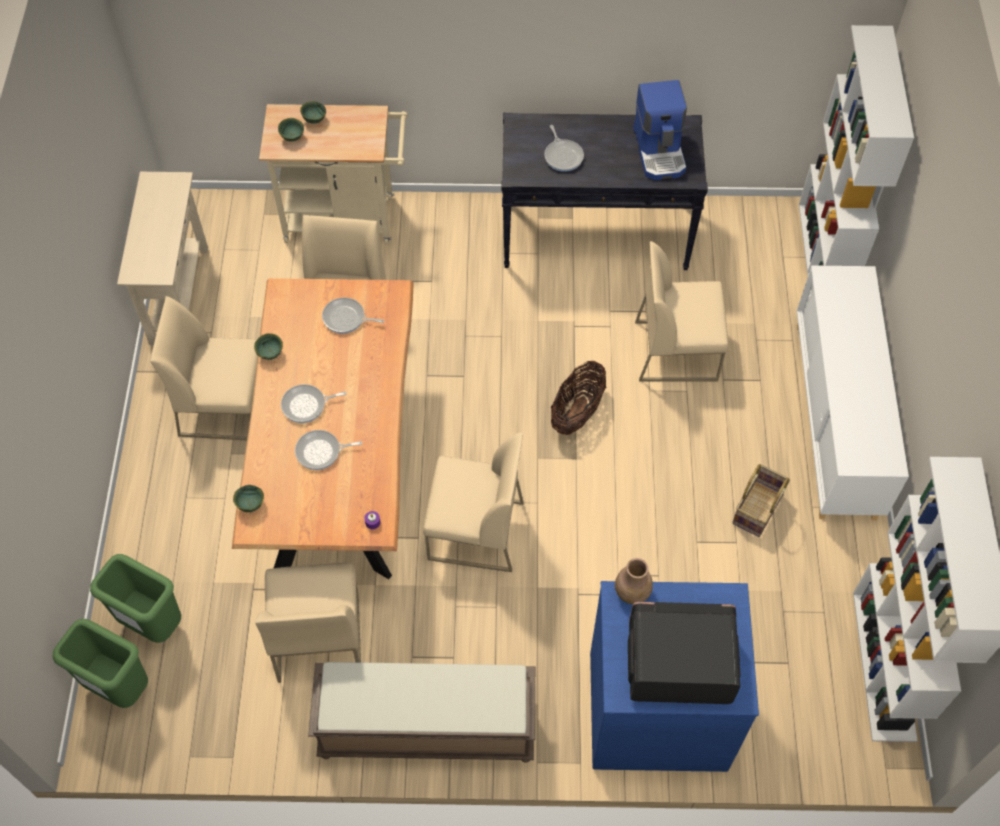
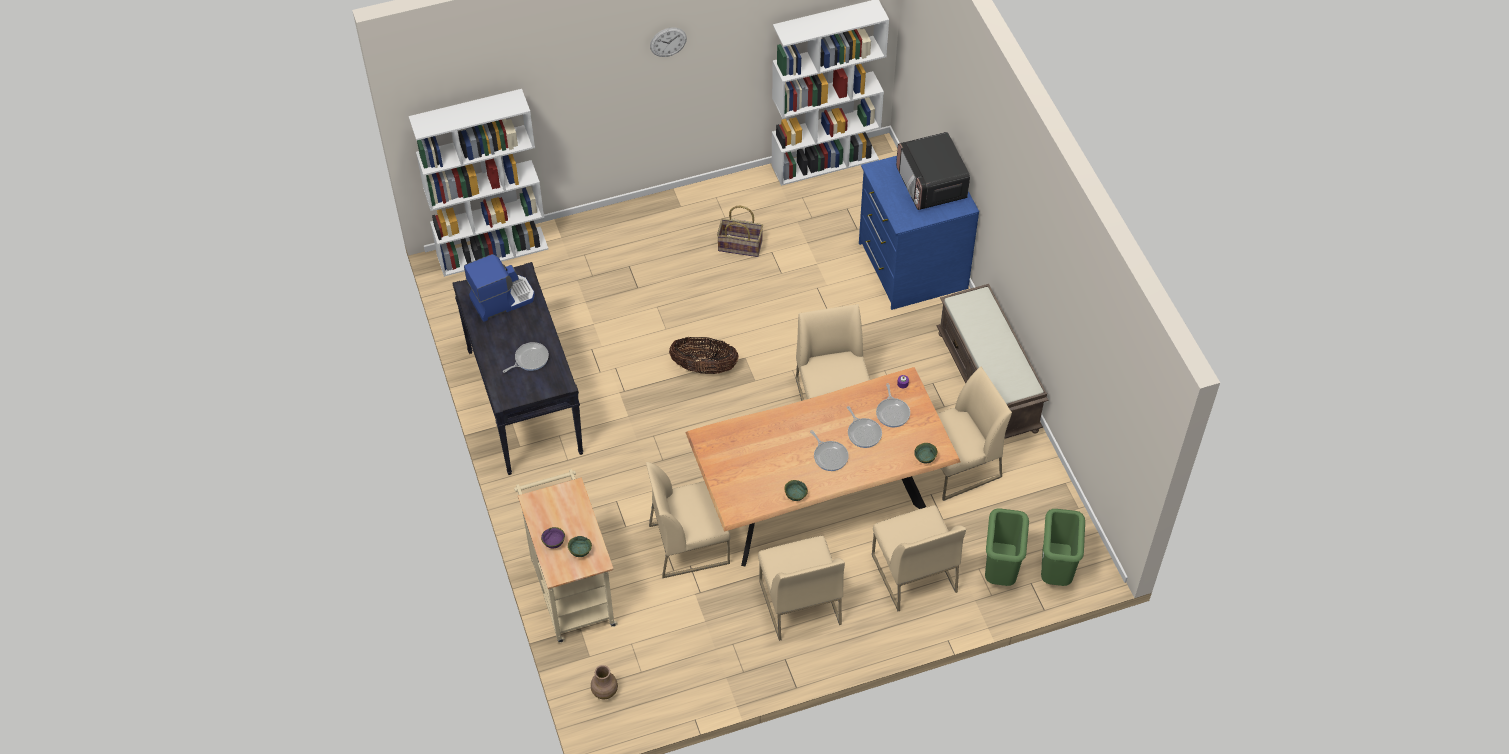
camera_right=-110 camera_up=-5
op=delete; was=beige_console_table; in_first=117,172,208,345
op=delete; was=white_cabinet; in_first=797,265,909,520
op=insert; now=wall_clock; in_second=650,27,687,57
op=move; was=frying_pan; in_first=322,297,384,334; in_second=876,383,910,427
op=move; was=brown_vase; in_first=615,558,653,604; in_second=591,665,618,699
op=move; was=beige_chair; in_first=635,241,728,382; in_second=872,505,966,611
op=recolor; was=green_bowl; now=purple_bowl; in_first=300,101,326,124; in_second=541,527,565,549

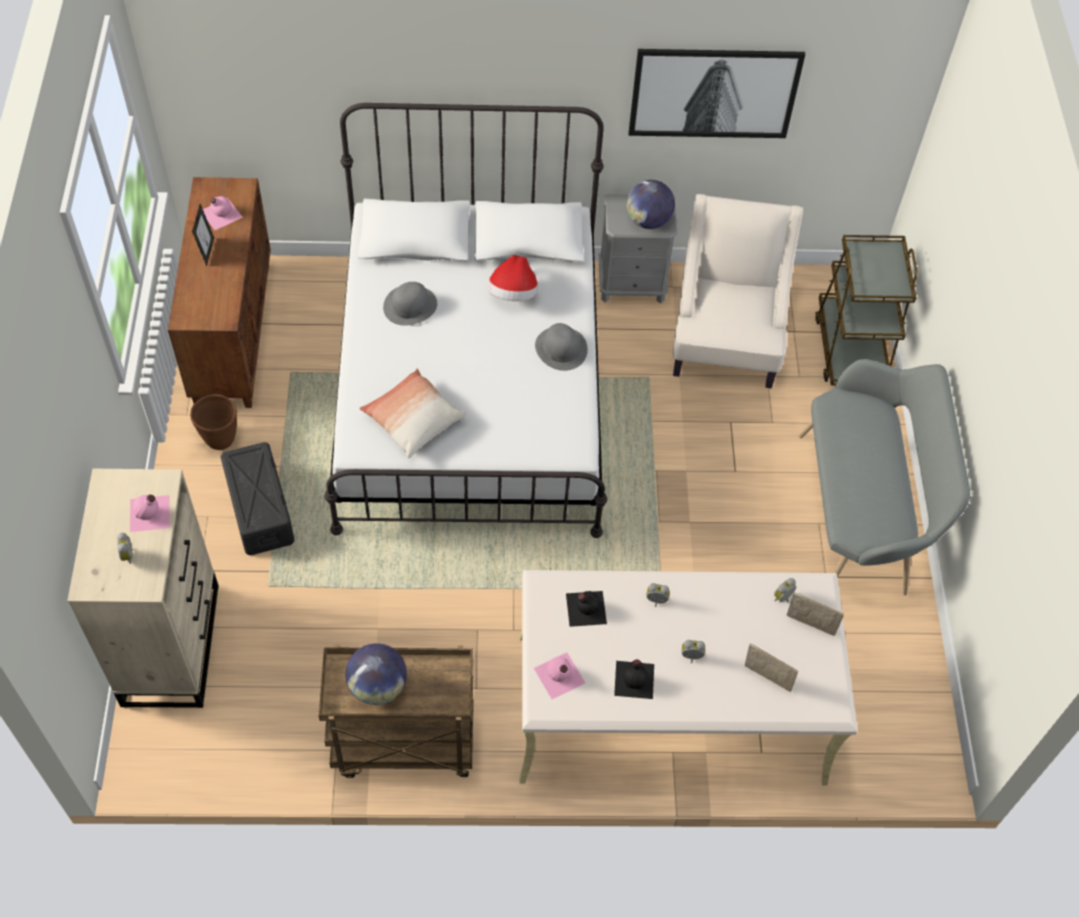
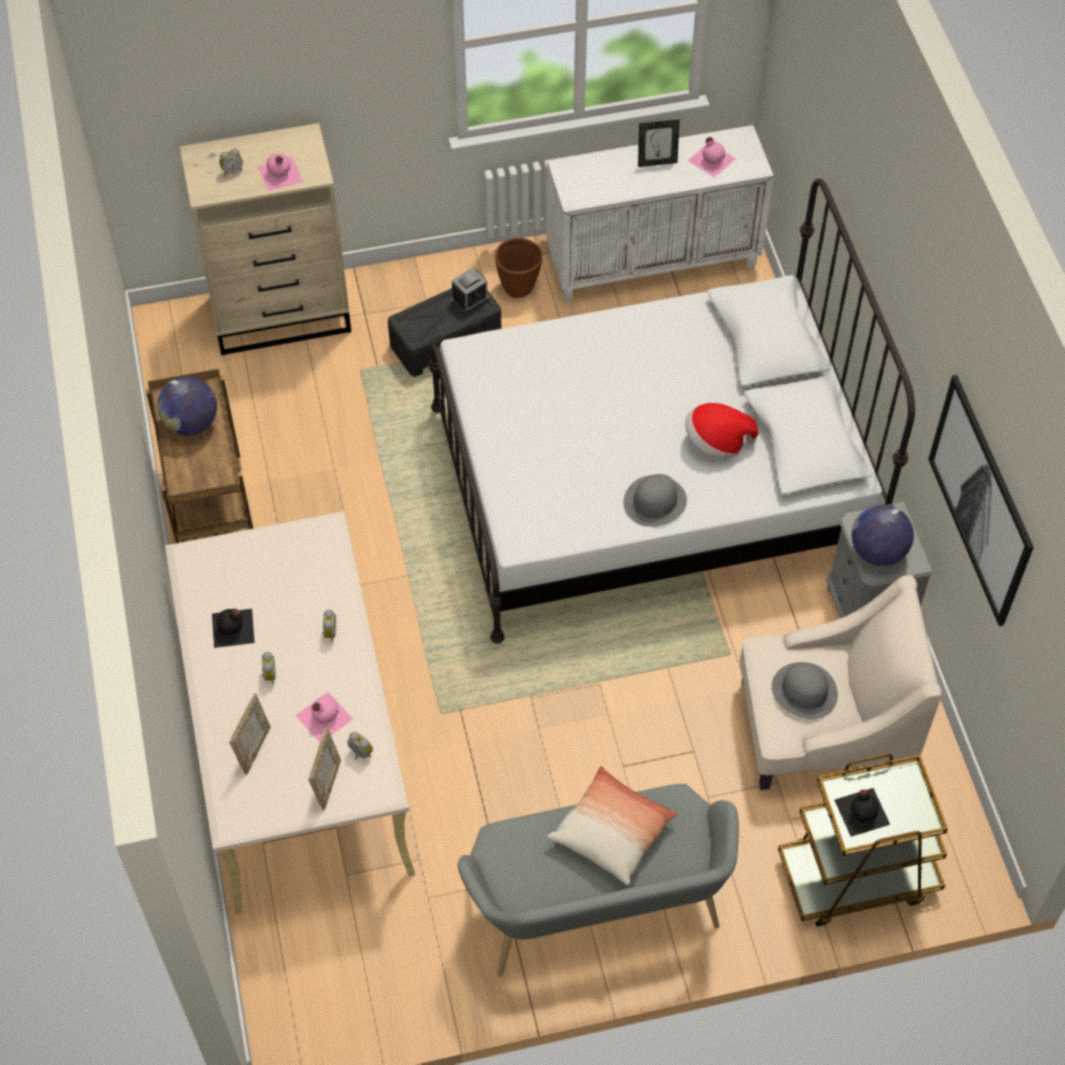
camera_right=80 camera_up=0
op=insert; now=alarm_clock; in_second=451,267,489,314
op=move; was=pillow; in_first=359,369,466,458; in_second=547,766,678,885
op=move; was=grey_hat; in_first=383,282,437,326; in_second=772,662,838,719
op=move; was=pink_bottle; in_first=534,652,585,699; in_second=295,692,353,742
op=move; was=black_bottle; in_first=566,591,607,627; in_second=834,788,890,837
op=recolor; was=brown_cabinet; now=white_cabinet; in_first=168,177,271,408; in_second=546,125,774,302

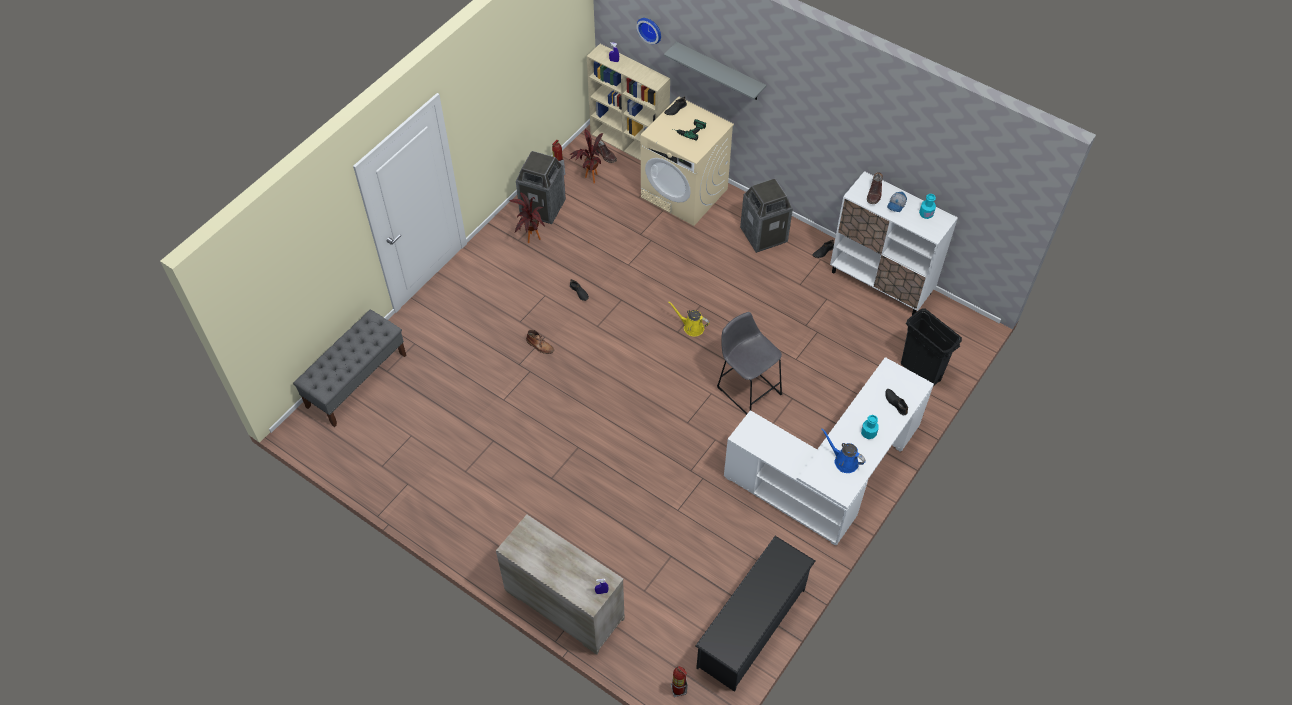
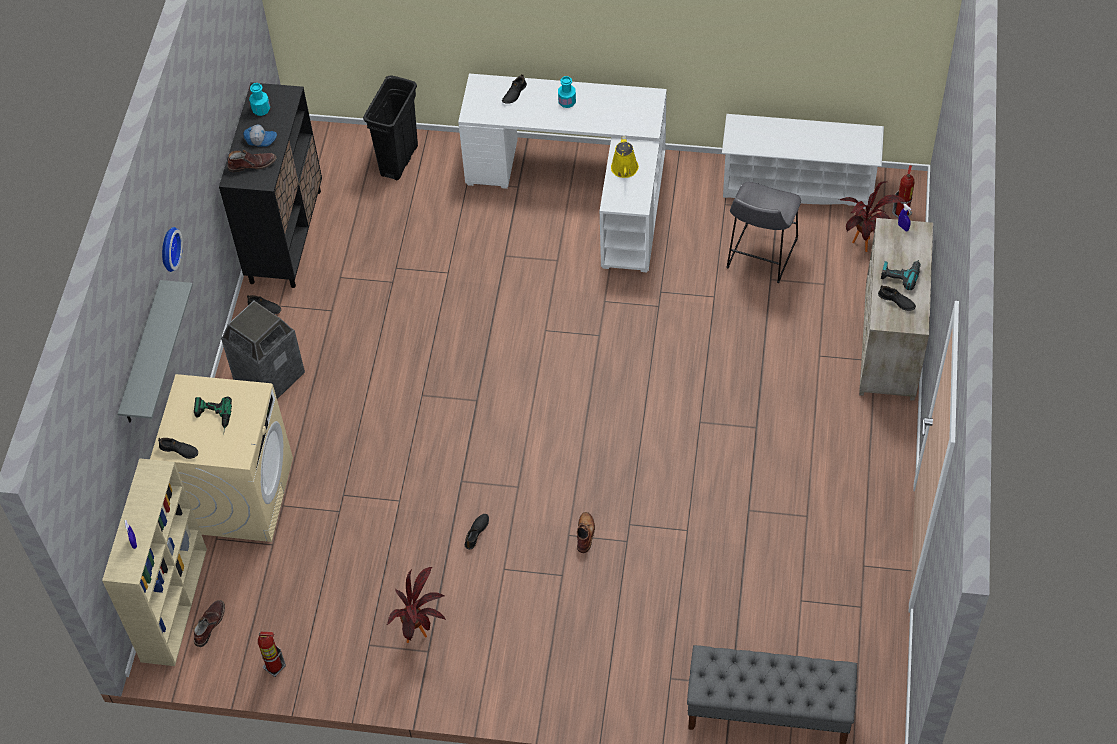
camera_right=-115 camera_up=0
op=delete; was=trash_can; in_first=516,151,566,224
op=delete; was=blue_watering_can; in_first=821,428,866,473
op=insert; now=black_shoe; in_second=878,285,916,311
op=insert; now=power_drill; in_second=881,260,921,290
op=move; was=potted_plant; in_first=569,129,603,184; in_second=839,181,906,252
op=move; was=wall_clock; in_first=636,18,661,44; in_second=162,227,183,272
op=move; was=yellow_watering_can; in_first=668,301,709,337; in_second=611,135,639,178
op=move; was=grey_stool; in_first=717,312,782,415; in_second=726,182,801,283
op=recolor; was=black_shoe_rack; now=white_shoe_rack; in_first=696,536,815,692; in_second=722,114,884,210
op=recolor; was=white_cabinet; now=black_cabinet; in_first=830,171,958,315; in_second=219,82,322,288

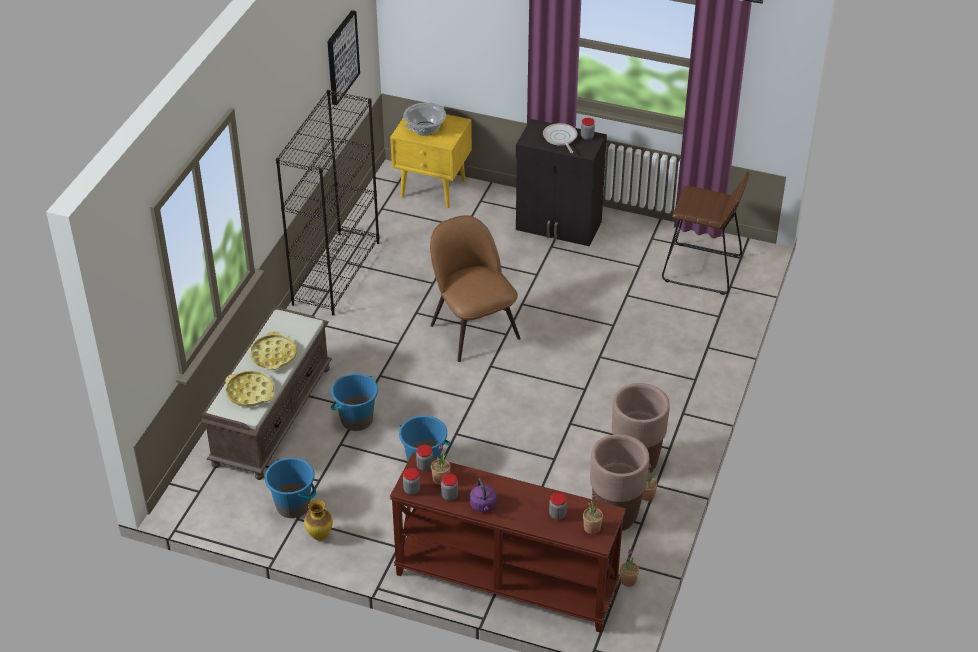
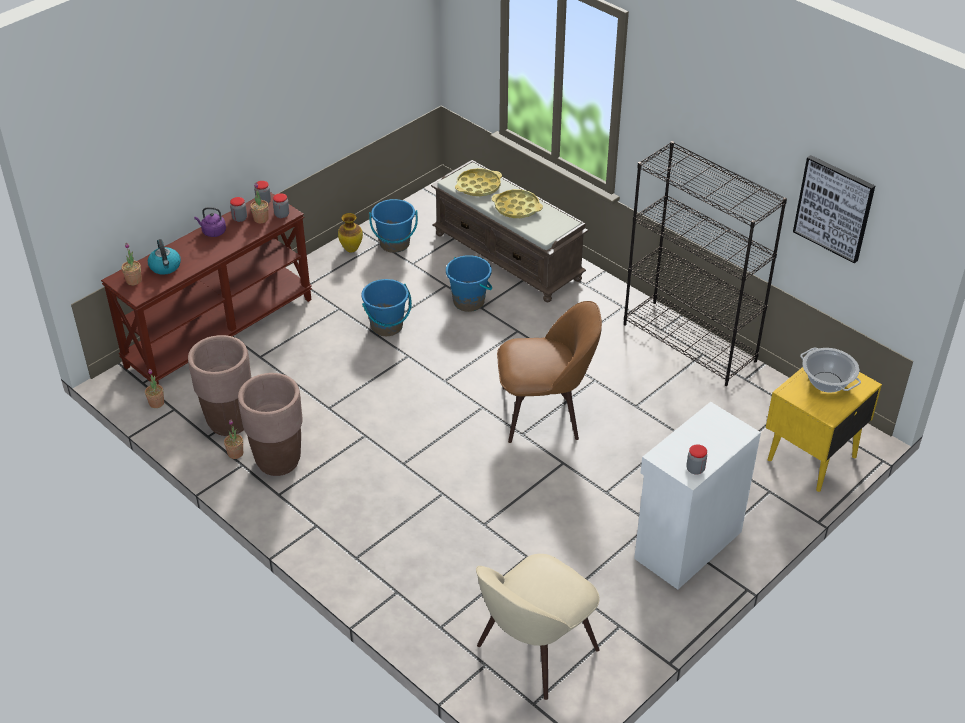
camera_right=115 camera_up=0
op=delete; was=frying_pan; in_first=543,123,578,153
op=replace; was=jar; now=kettle; in_first=549,493,567,520; in_second=148,239,181,275
op=replace; was=brown_stool; now=beige_chair; in_first=662,171,749,295; in_second=476,554,600,700
op=recolor; was=black_cabinet; now=white_cabinet; in_first=516,119,607,246; in_second=634,402,761,590

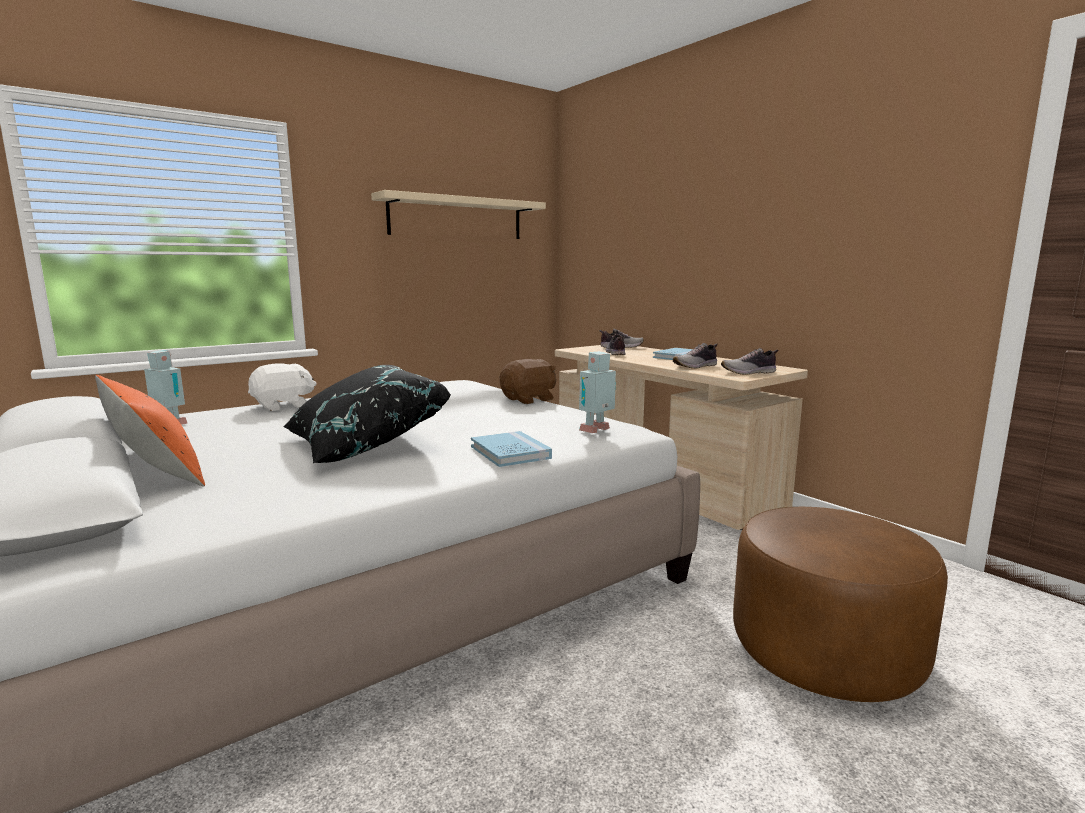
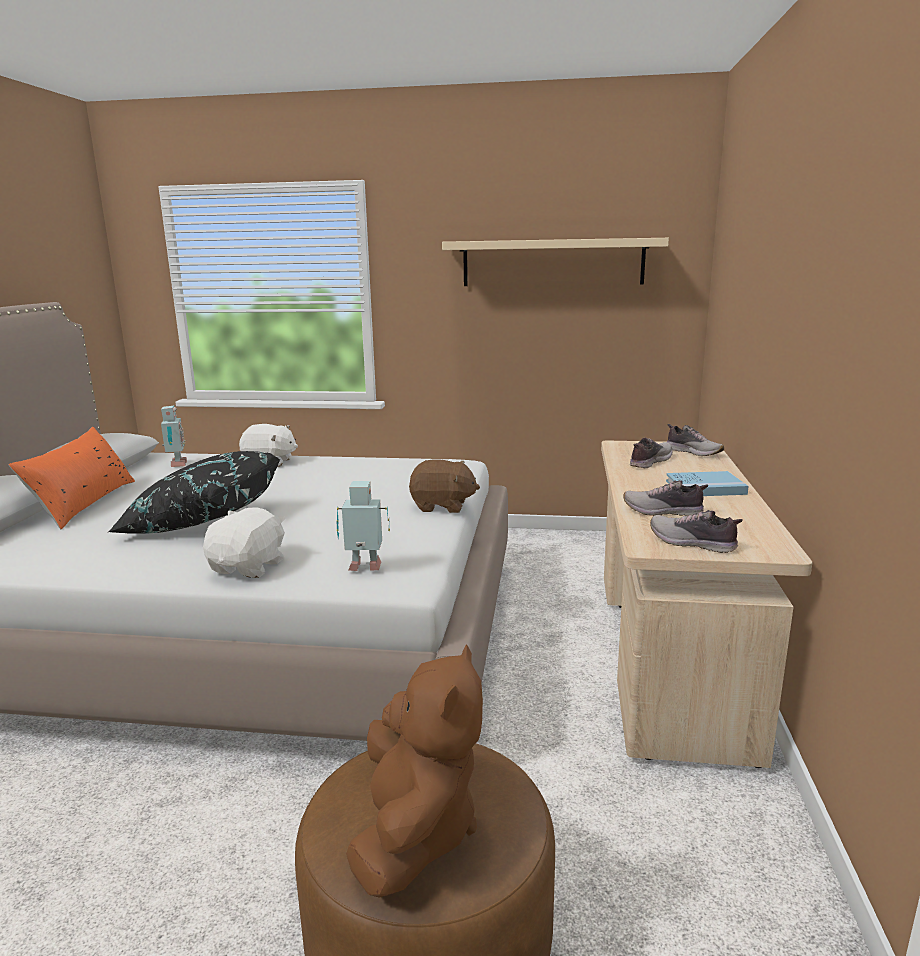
camera_right=45 camera_up=5
op=insert; now=brown_plush_toy; in_second=346,644,483,898
op=replace; was=blue_book; now=white_plush_toy; in_first=471,431,552,467; in_second=203,507,285,578

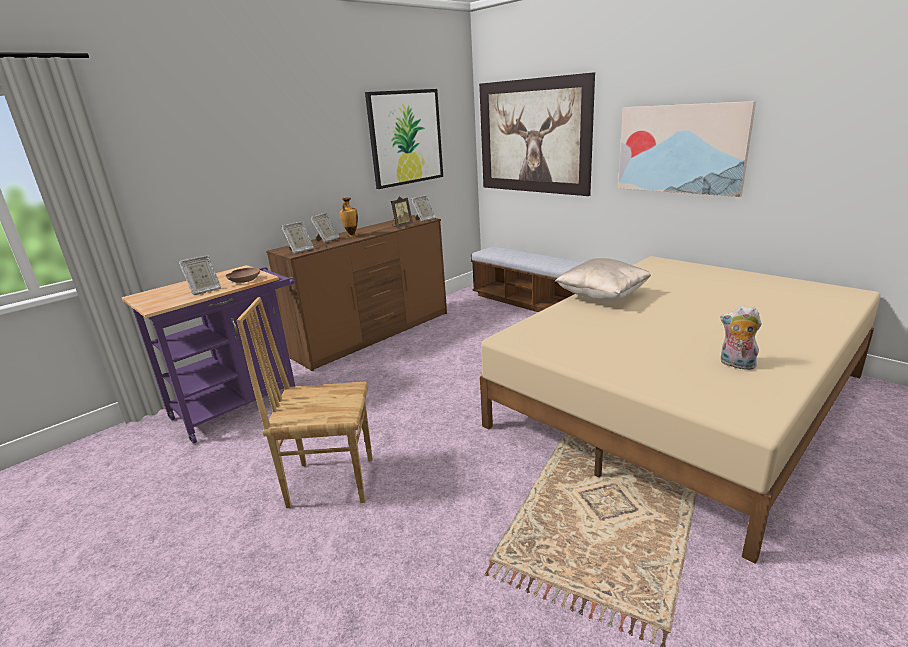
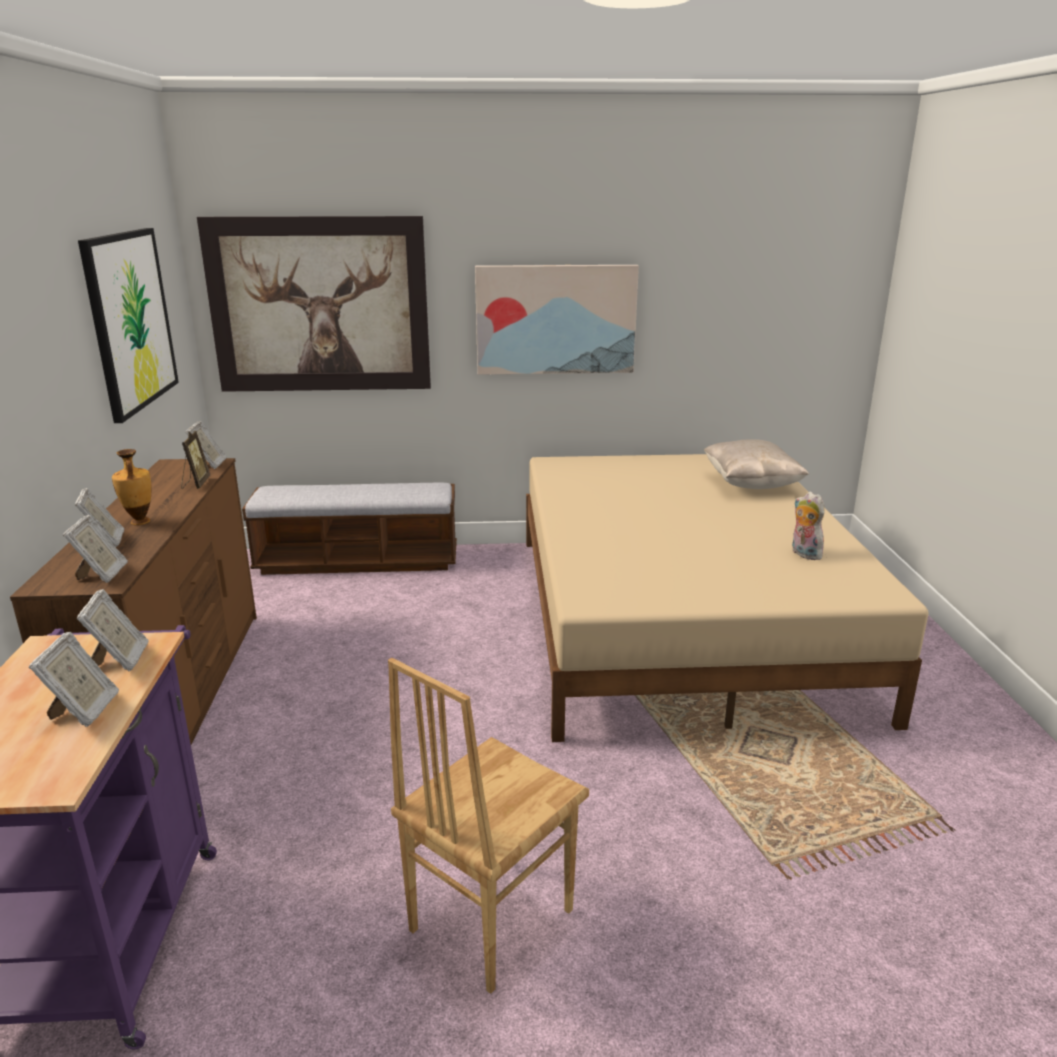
camera_right=-50 camera_up=0
op=move; was=beige_pillow; in_first=555,258,651,302; in_second=704,439,809,489
op=replace; was=brown_bowl; now=picture_frame; in_first=225,268,260,283; in_second=77,589,148,672
op=rotate; was=plush_toy; in_first=720,306,762,370; in_second=792,492,824,560; clockwise=75

